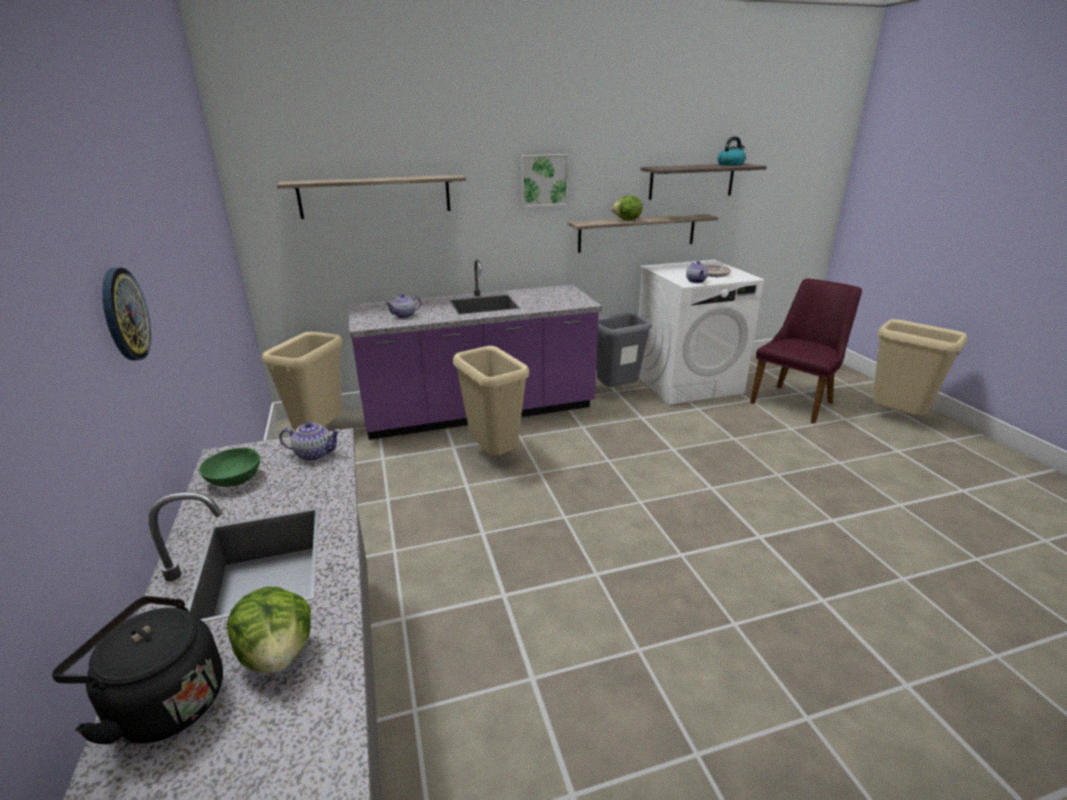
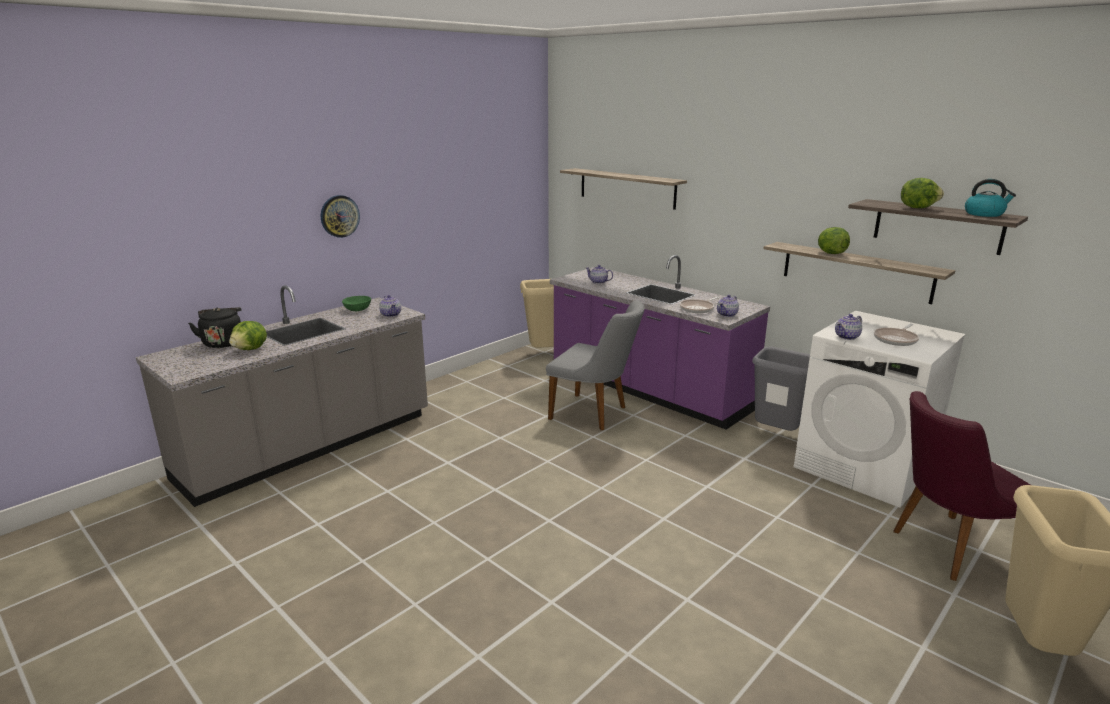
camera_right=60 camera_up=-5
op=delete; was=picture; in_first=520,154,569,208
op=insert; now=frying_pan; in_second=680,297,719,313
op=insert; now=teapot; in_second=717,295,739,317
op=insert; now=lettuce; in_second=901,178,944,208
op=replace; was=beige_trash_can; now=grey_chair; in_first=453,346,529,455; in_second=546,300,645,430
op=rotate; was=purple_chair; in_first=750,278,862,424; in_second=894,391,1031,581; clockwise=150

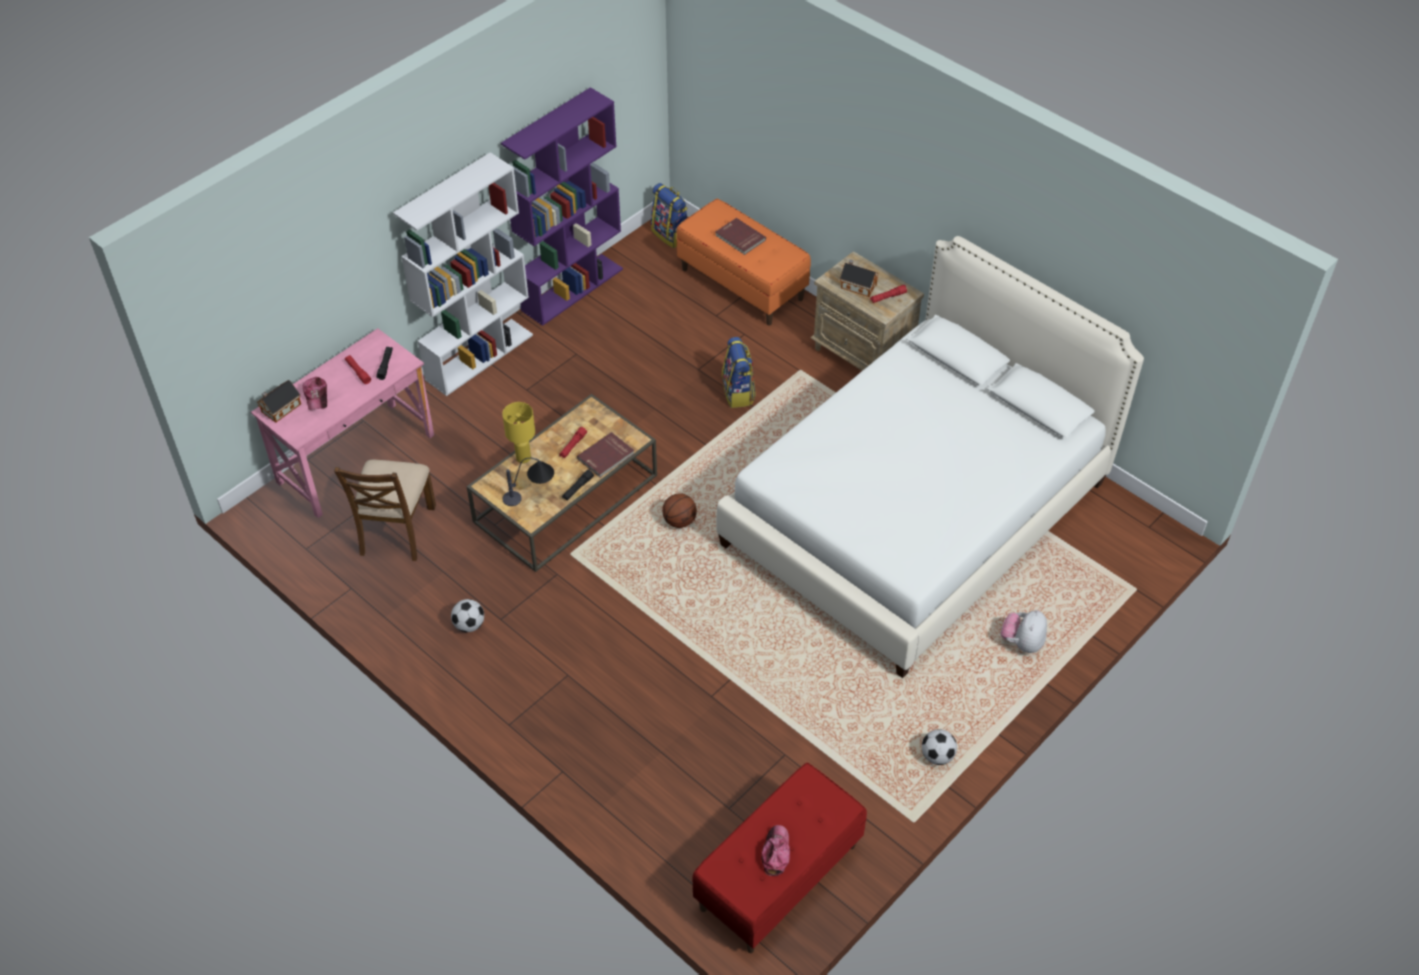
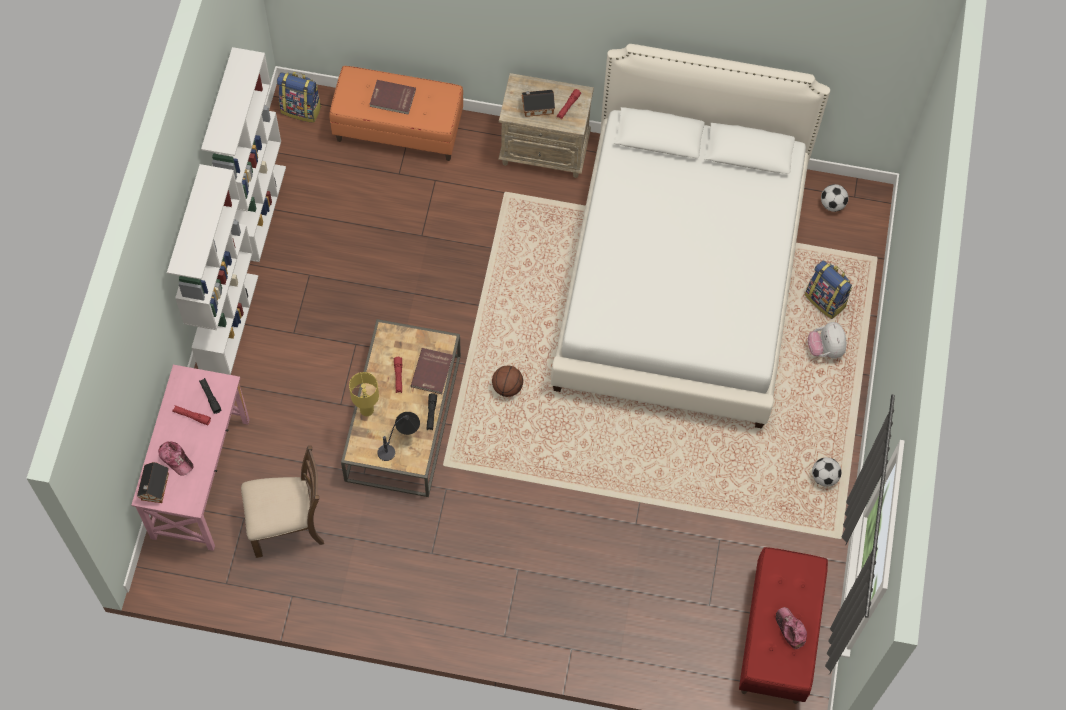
camera_right=-35 camera_up=15
op=move; was=football; in_first=451,599,484,632; in_second=821,184,848,212
op=move; was=backpack; in_first=722,337,756,408; in_second=805,261,853,319
op=recolor; was=purple_bookcase; now=white_bookcase; in_first=501,87,623,326; in_second=201,47,286,262
op=rotate; was=brown_chair; in_first=334,460,436,561; in_second=241,446,324,558; clockwise=-75

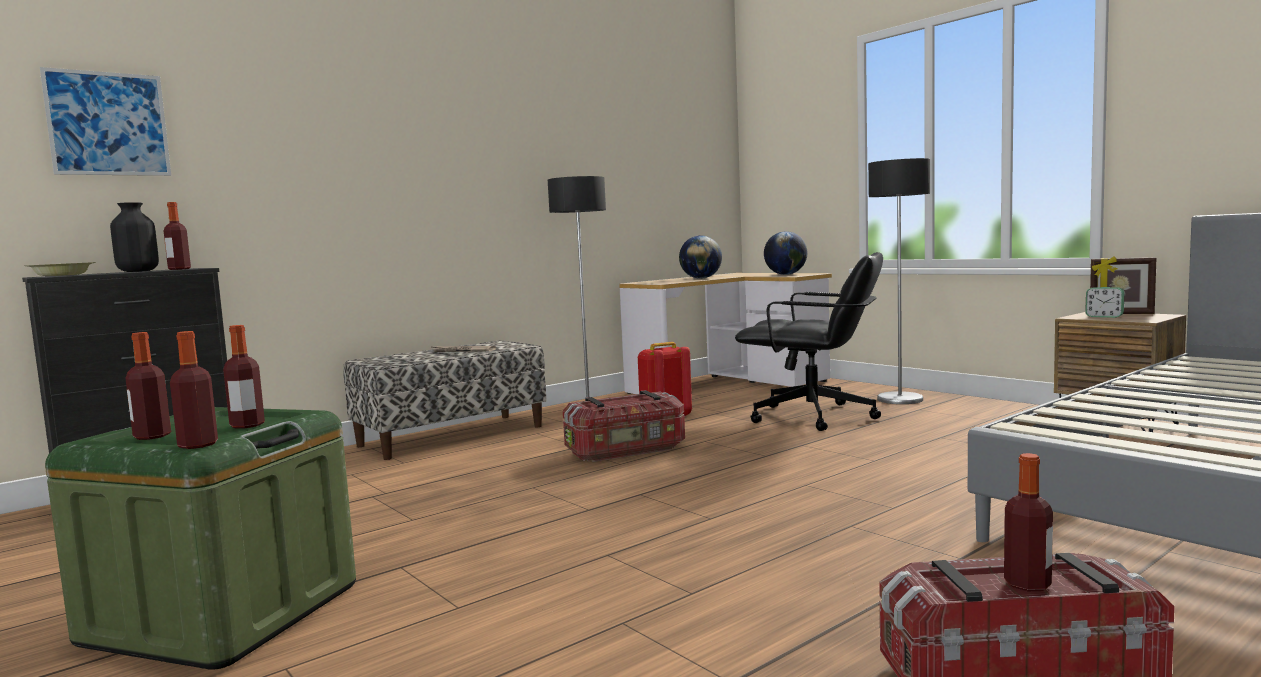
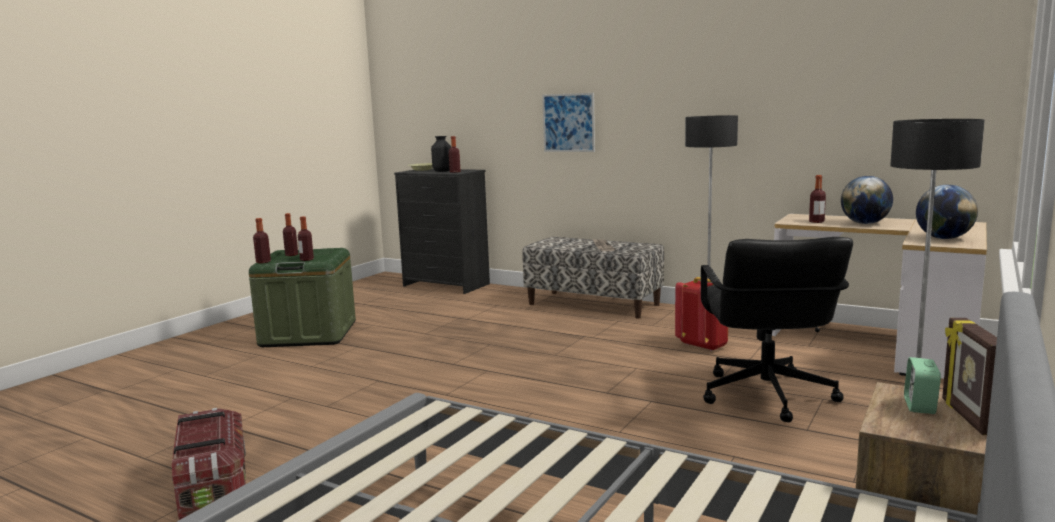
camera_right=70 camera_up=5
op=delete; was=storage_box; in_first=563,390,685,462
op=move; was=picture; in_first=40,67,171,176; in_second=542,93,595,152
op=move; was=bottle; in_first=1004,453,1053,591; in_second=809,175,826,223

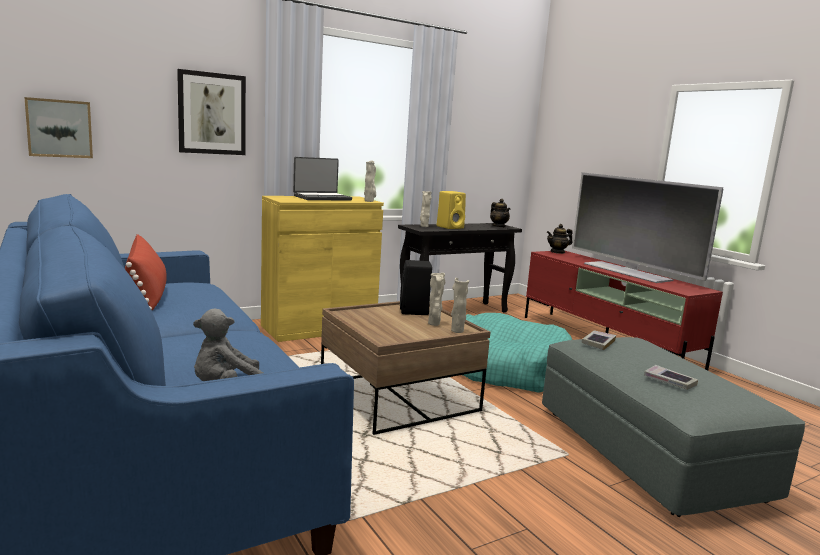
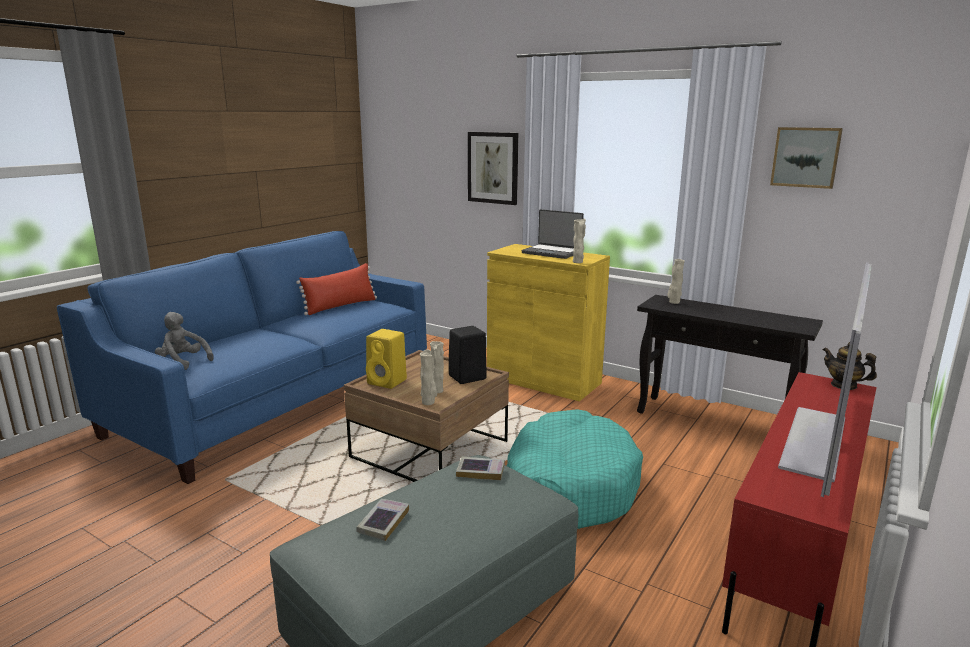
camera_right=65 camera_up=5
op=delete; was=teapot; in_first=490,199,510,228
op=move; was=picture; in_first=24,97,93,158; in_second=770,127,843,189
op=move; was=yellow_speaker; in_first=437,191,466,229; in_second=366,329,407,389

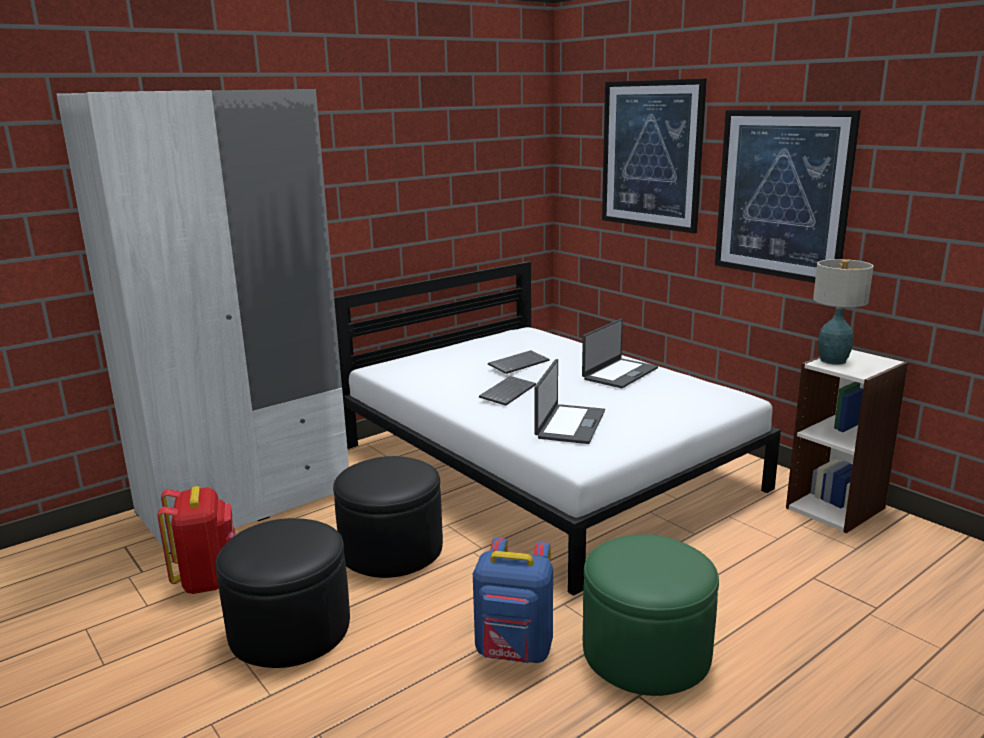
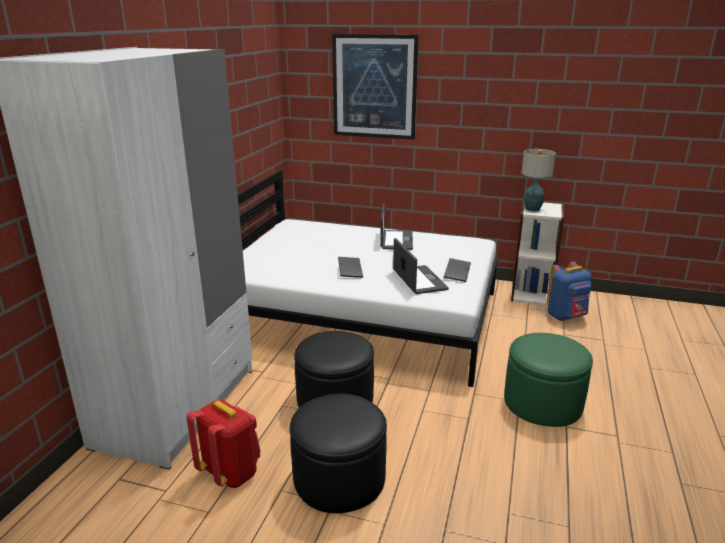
camera_right=-35 camera_up=5
op=delete; was=picture; in_first=715,110,861,283
op=move; was=blue_backpack; in_first=473,538,553,663; in_second=546,262,592,321
op=move; was=keyboard; in_first=488,350,549,374; in_second=444,258,471,282

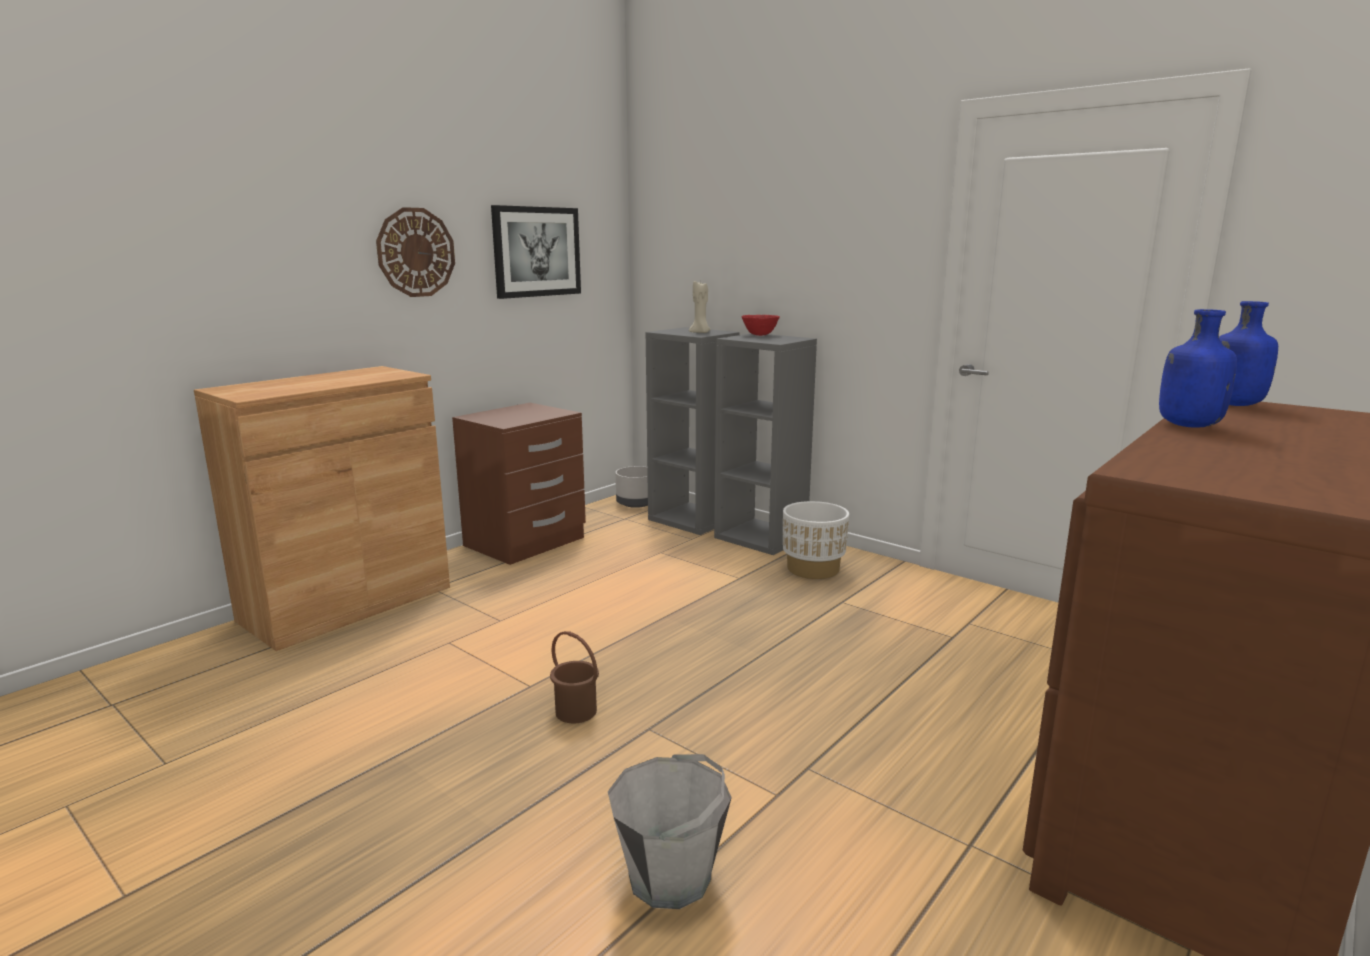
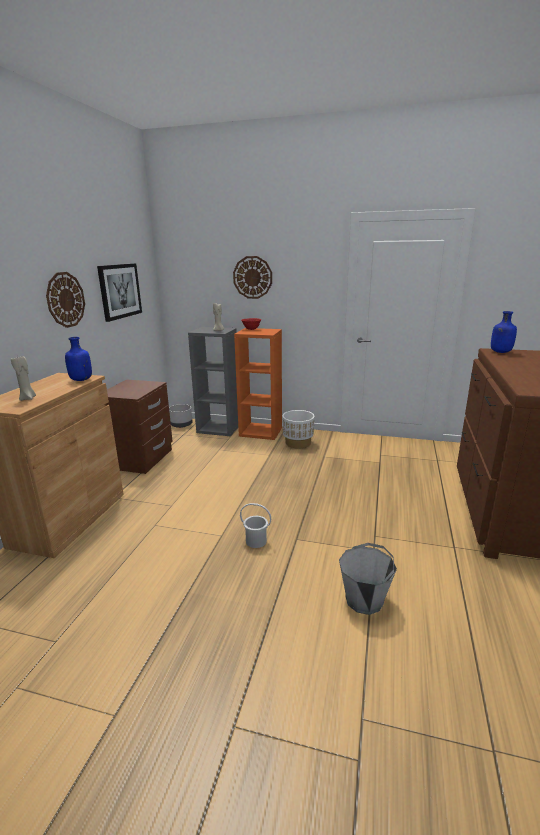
camera_right=-25 camera_up=5
op=insert; now=beige_candle; in_second=11,356,36,401
op=insert; now=wall_clock; in_second=233,256,272,299
op=move; was=blue_bottle; in_first=1159,309,1237,428; in_second=65,337,92,381
op=recolor; was=brown_bucket; now=white_bucket; in_first=550,631,599,723; in_second=240,503,271,548
op=recolor; was=grey_bookcase; now=orange_bookcase; in_first=714,334,817,555; in_second=234,328,282,440

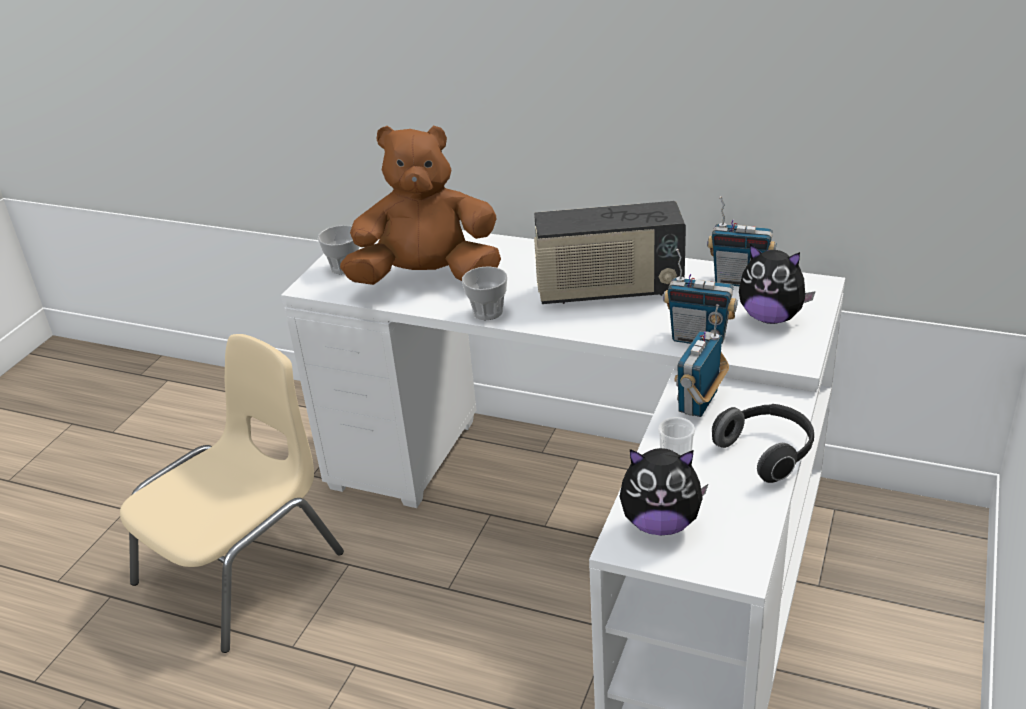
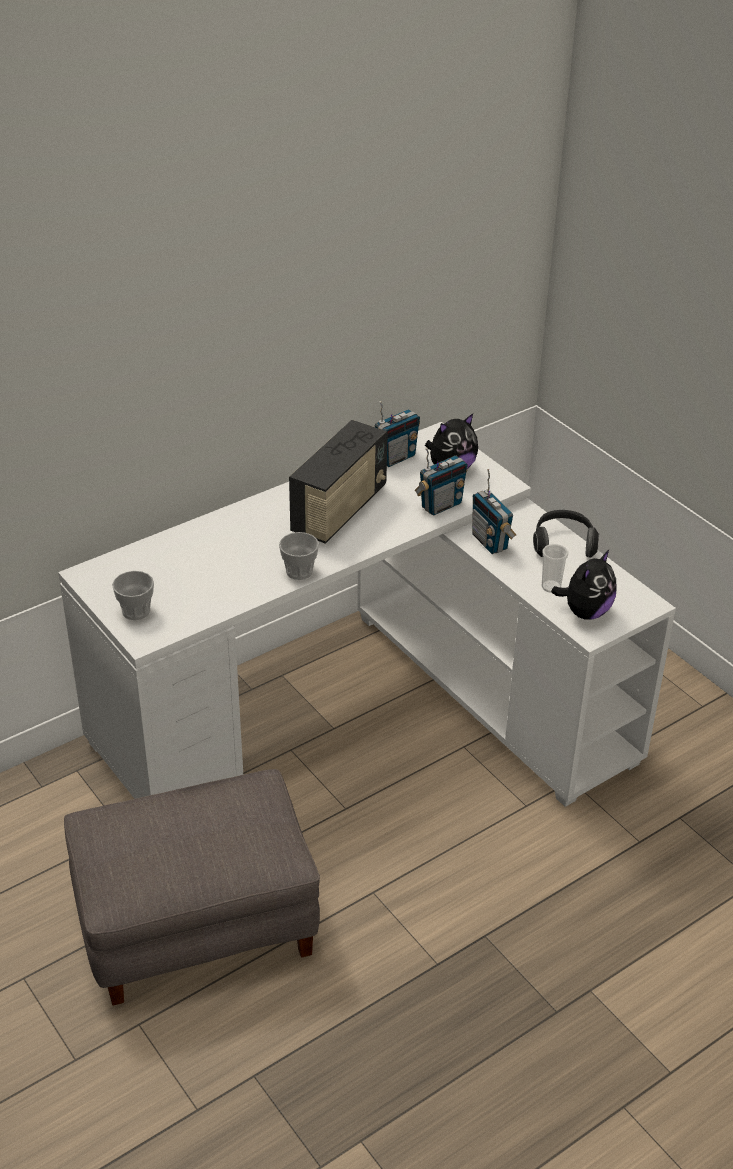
camera_right=-60 camera_up=5
op=delete; was=brown_plush_toy; in_first=340,126,501,285
op=replace; was=beige_chair; now=grey_ottoman; in_first=120,334,344,653; in_second=64,769,320,1006

